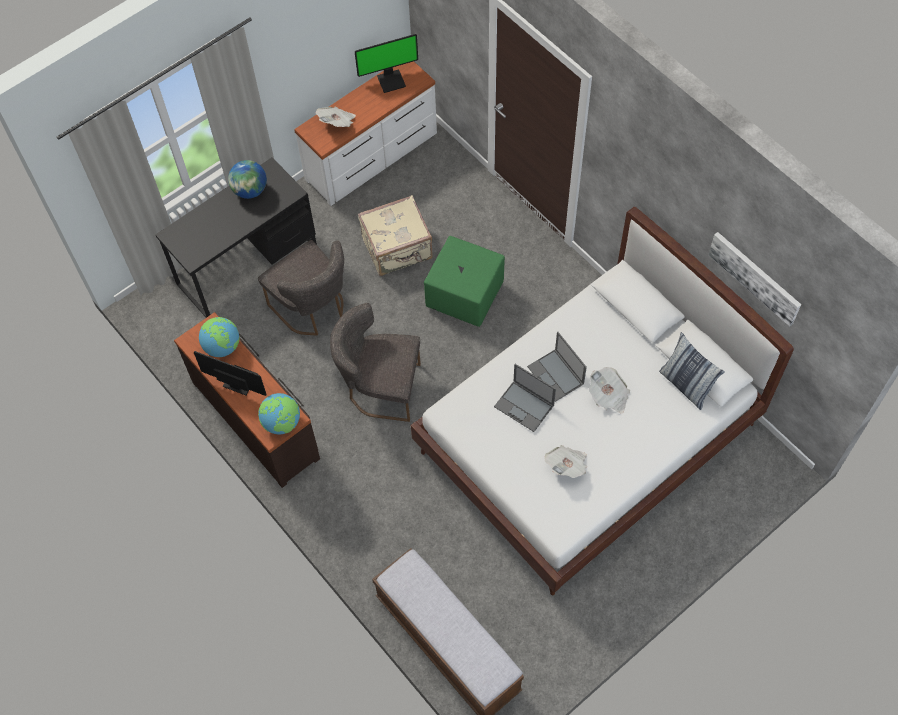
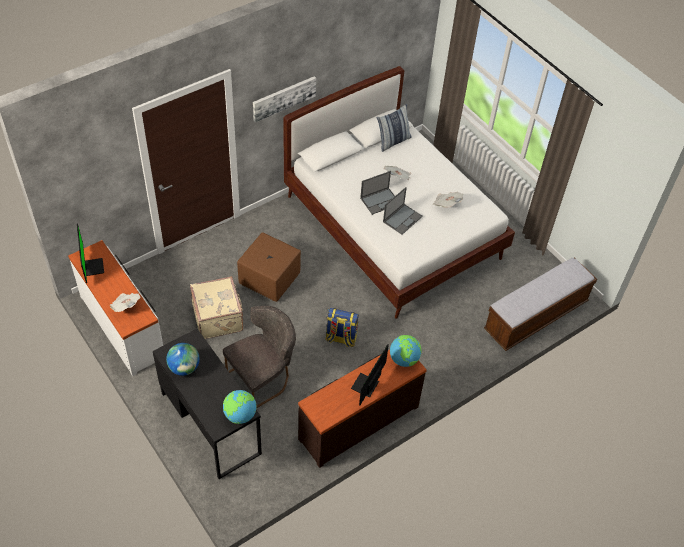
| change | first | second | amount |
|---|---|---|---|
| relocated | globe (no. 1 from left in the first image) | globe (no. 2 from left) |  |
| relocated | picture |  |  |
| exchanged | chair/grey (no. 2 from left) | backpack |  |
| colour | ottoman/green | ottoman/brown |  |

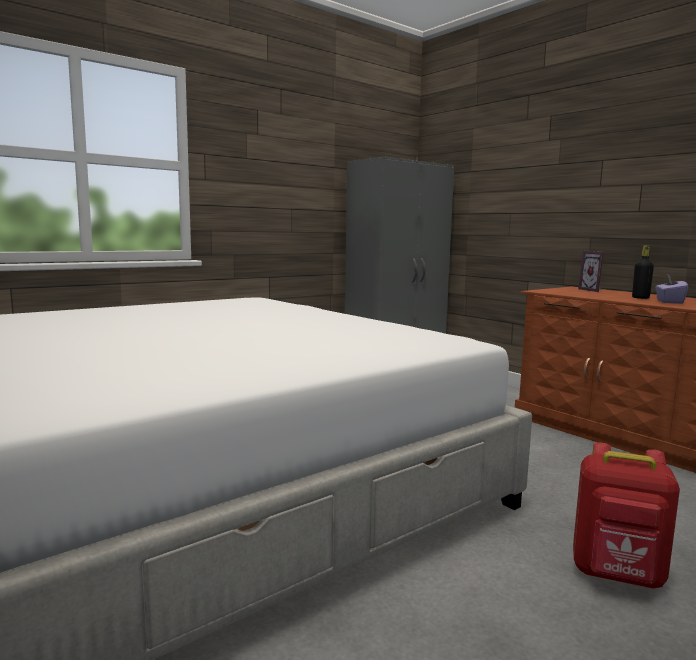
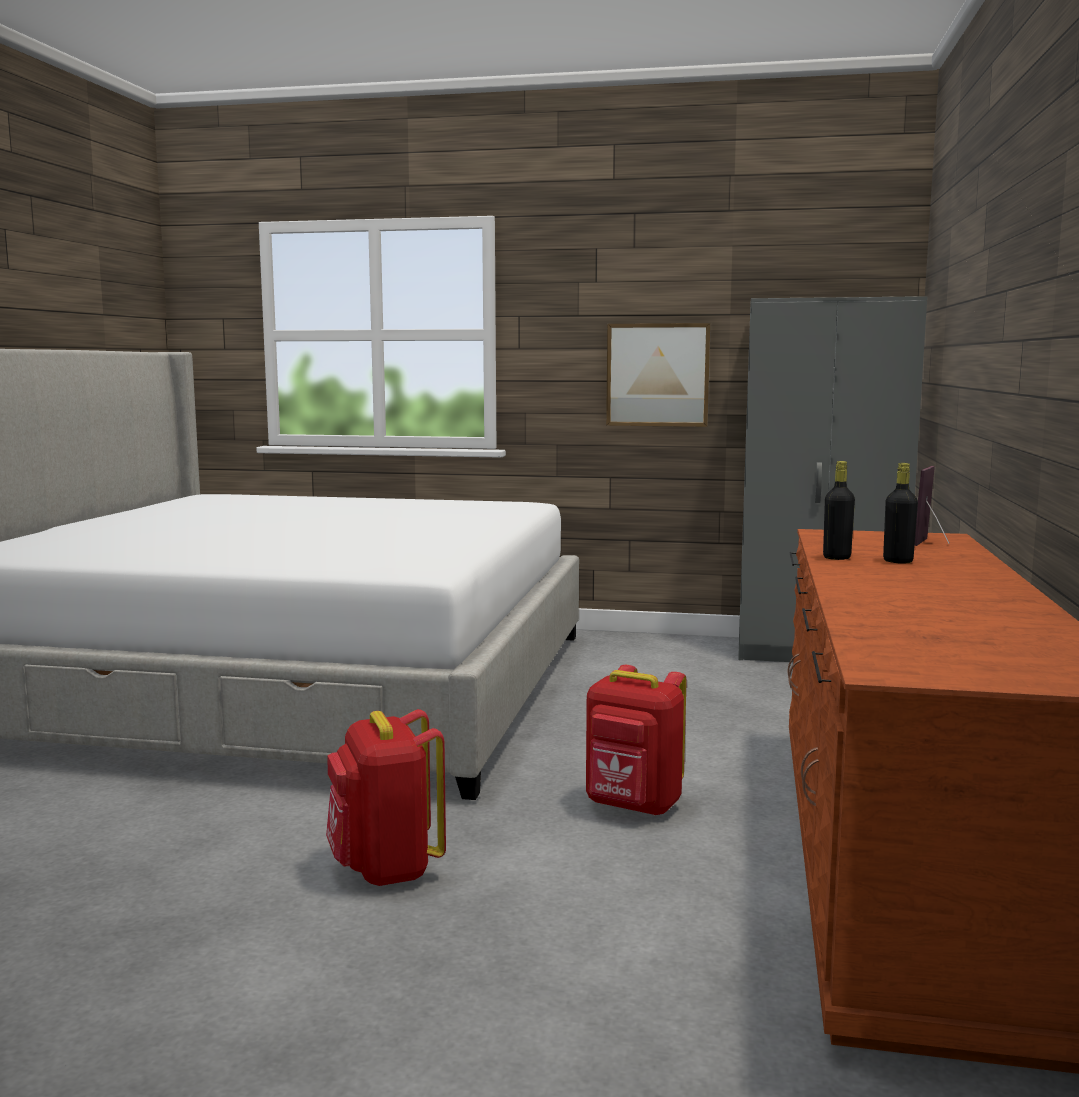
| change | first | second | amount |
|---|---|---|---|
| missing | tissue box/purple |  |  |
| appeared |  | backpack/red (no. 2 from left) |  |
| appeared |  | picture |  |
| appeared |  | bottle/black (no. 1 from left) |  |

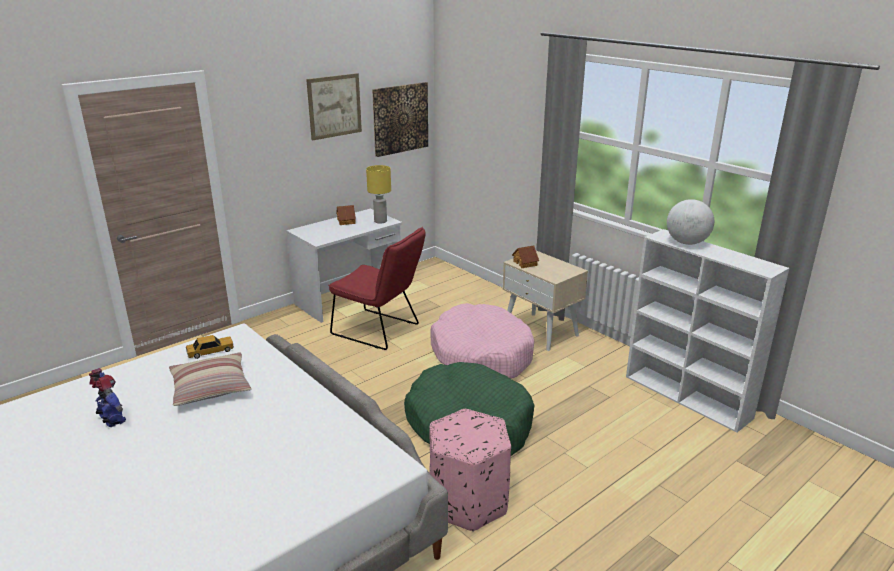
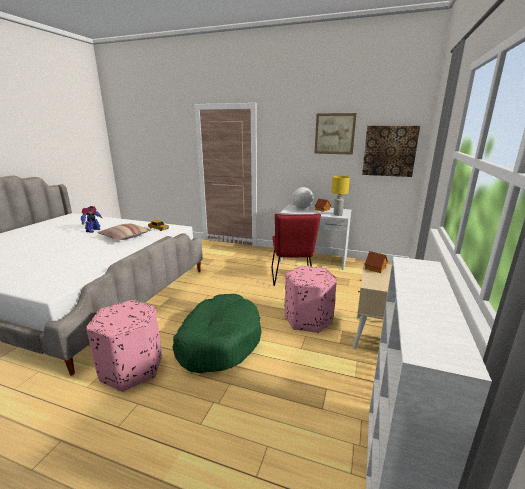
| change | first | second | amount |
|---|---|---|---|
| relocated | globe |  |  |
| exchanged | dog bed/pink | ottoman/pink (no. 2 from left) |  |

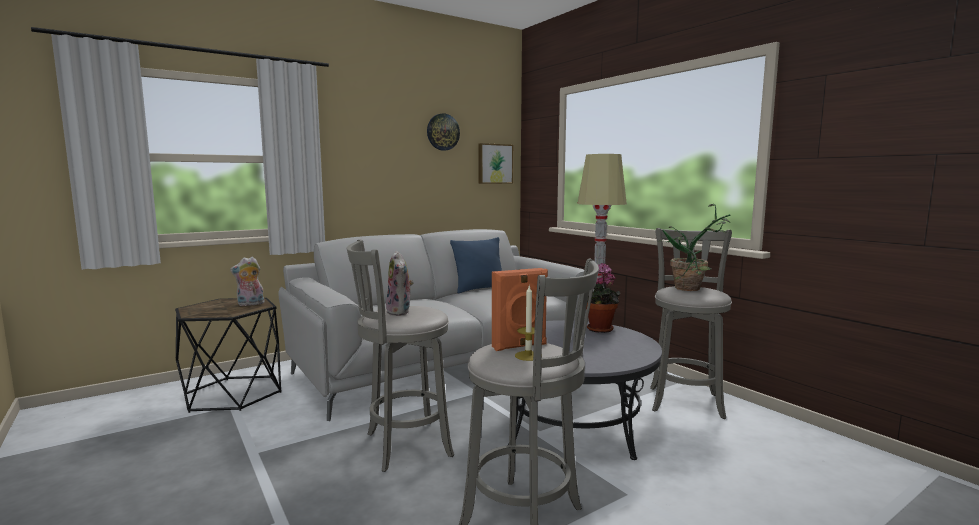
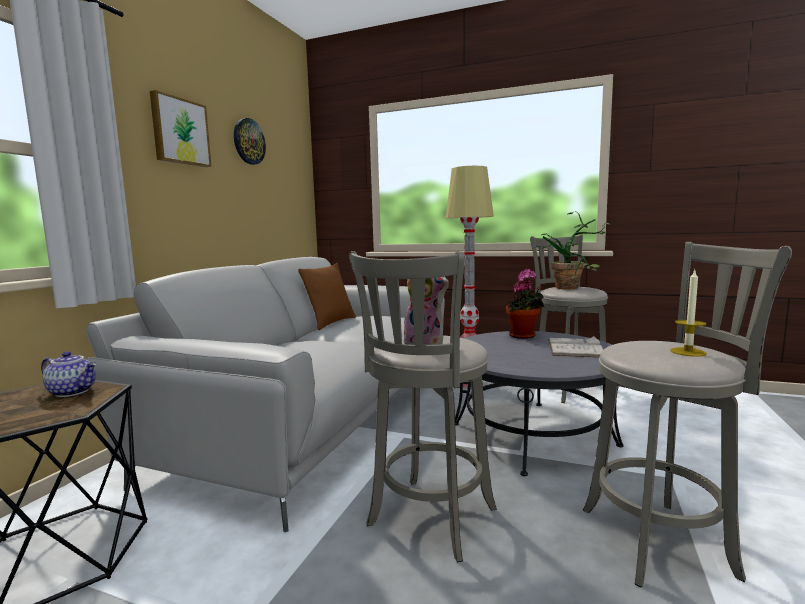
| change | first | second | amount |
|---|---|---|---|
| missing | speaker/orange |  |  |
| appeared |  | book/white |  |
| relocated | picture |  |  |
| exchanged | plush toy (no. 1 from left) | teapot |  |
| colour | pillow/blue | pillow/brown |  |

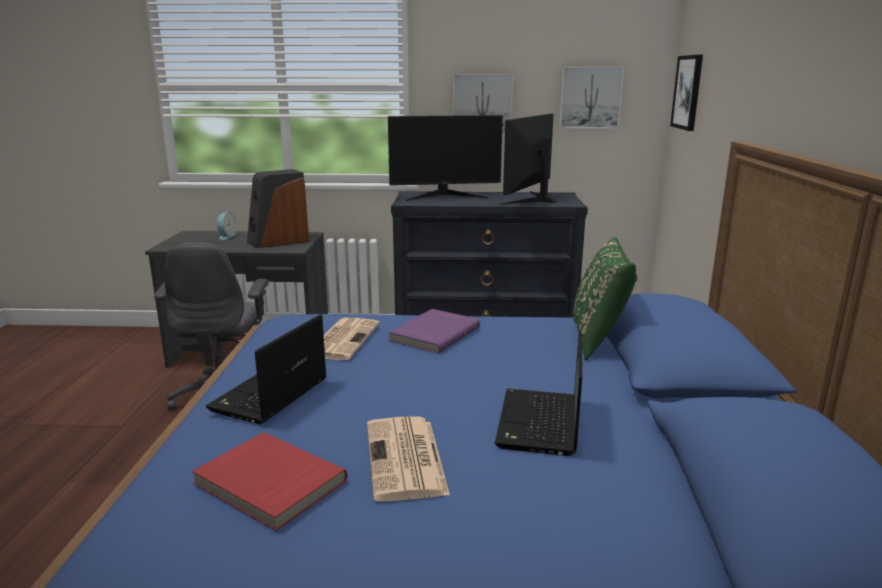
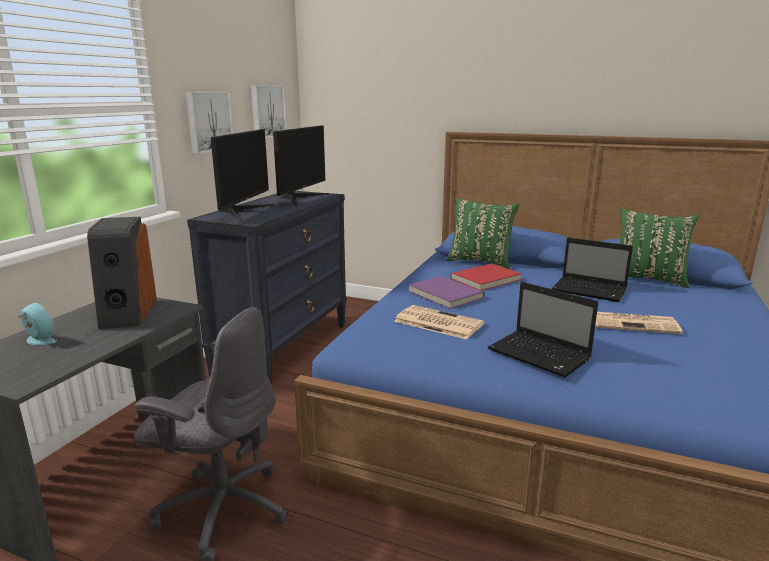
| change | first | second | amount |
|---|---|---|---|
| missing | picture (no. 3 from left) |  |  |
| appeared |  | pillow/green (no. 2 from left) |  |
| relocated | book/red |  |  |
| spun | monitor (no. 2 from left) |  | 120 degrees counterclockwise |

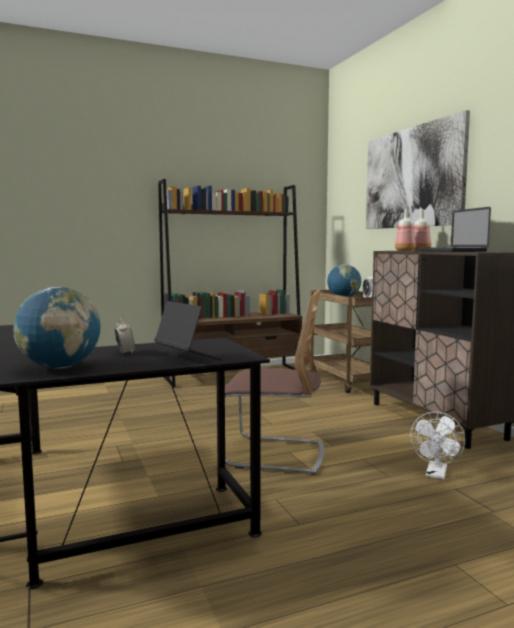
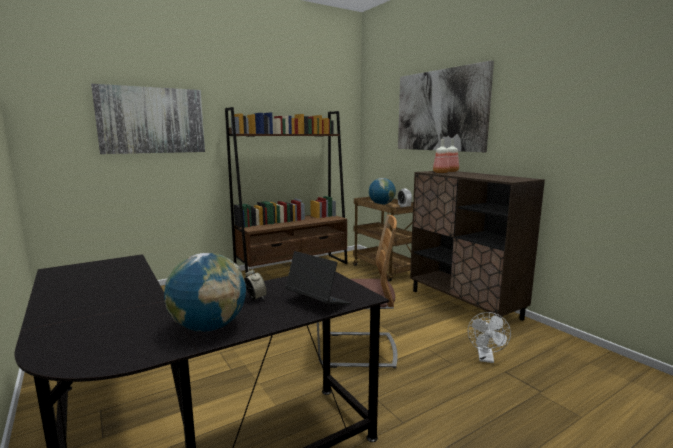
| change | first | second | amount |
|---|---|---|---|
| missing | laptop (no. 2 from left) |  |  |
| appeared |  | picture (no. 1 from left) |  |

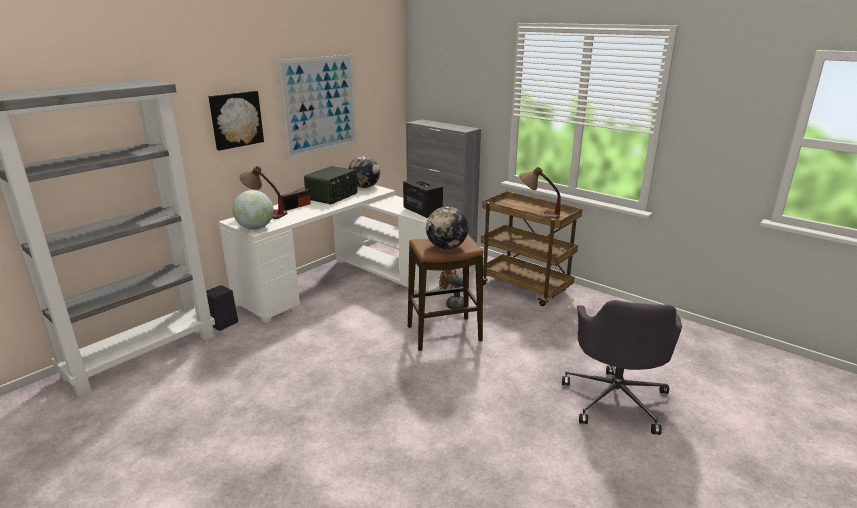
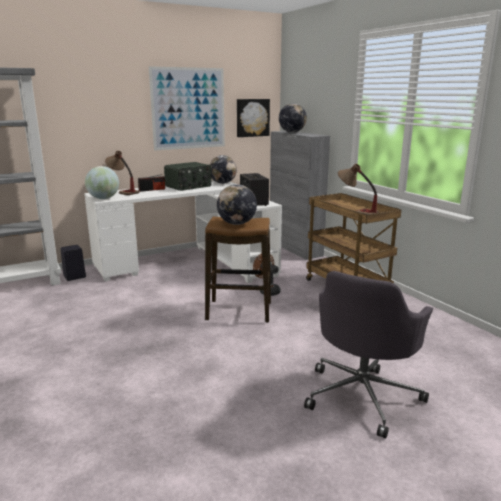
| change | first | second | amount |
|---|---|---|---|
| appeared |  | globe (no. 4 from left) |  |
| relocated | picture (no. 1 from left in the first image) | picture (no. 2 from left) |  |

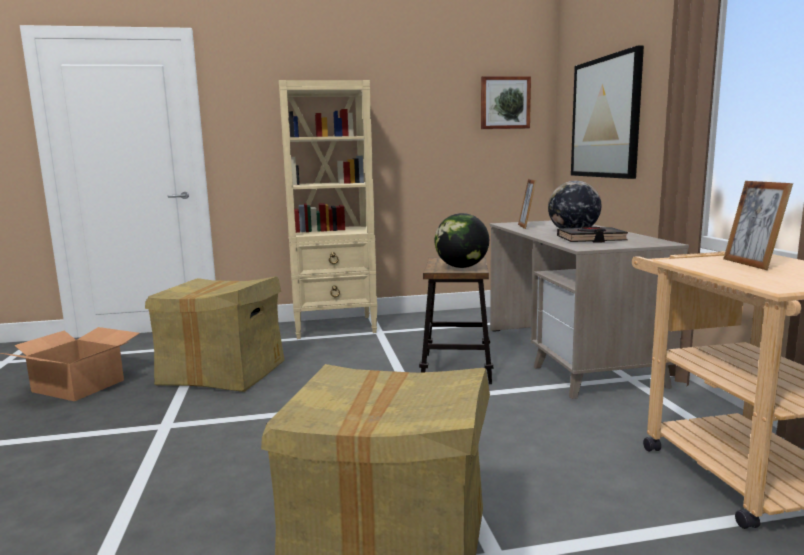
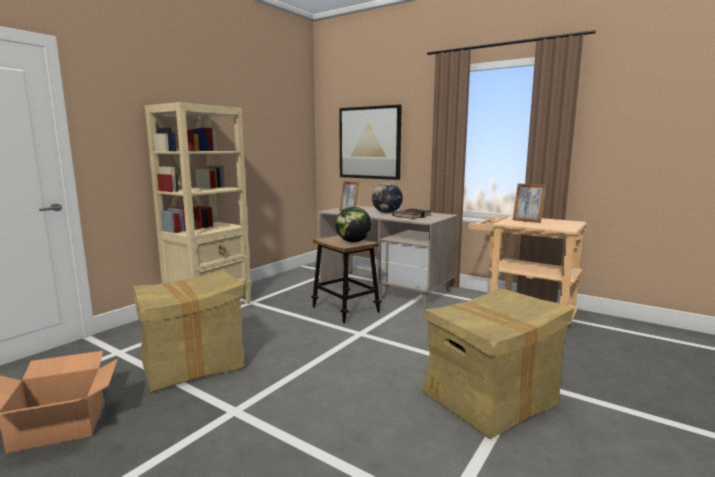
| change | first | second | amount |
|---|---|---|---|
| missing | picture (no. 1 from left) |  |  |

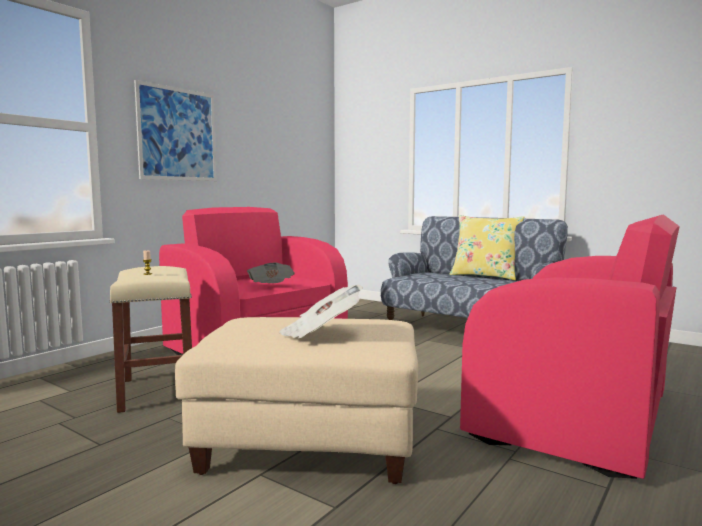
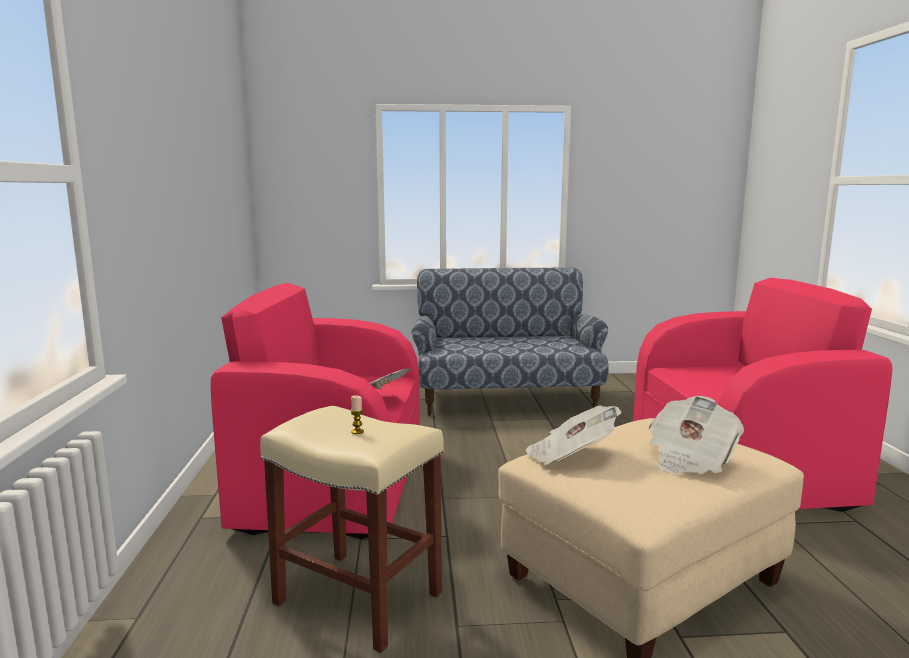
| change | first | second | amount |
|---|---|---|---|
| missing | picture |  |  |
| missing | pillow/yellow |  |  |
| appeared |  | newspaper (no. 2 from left) |  |

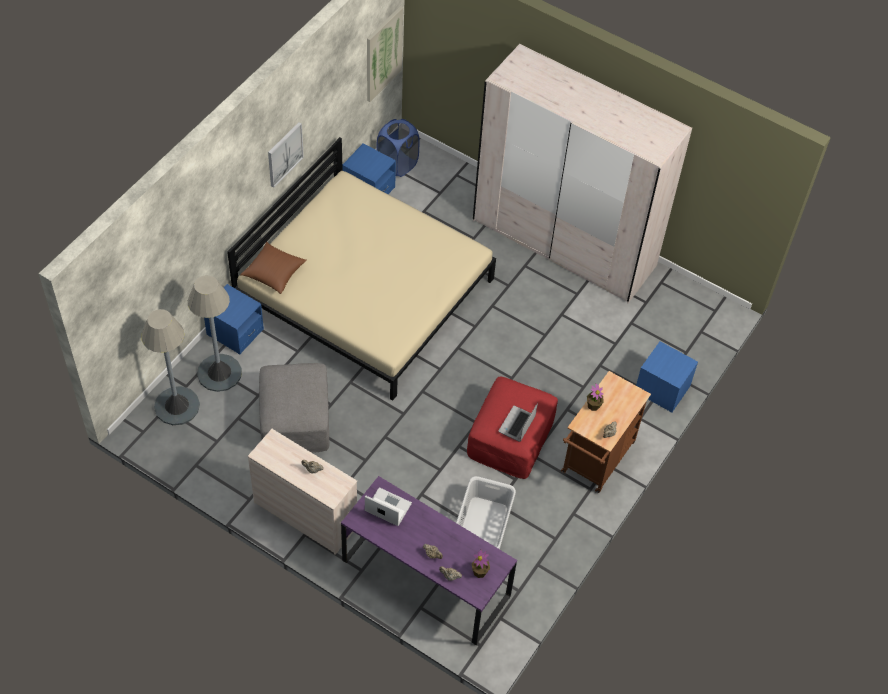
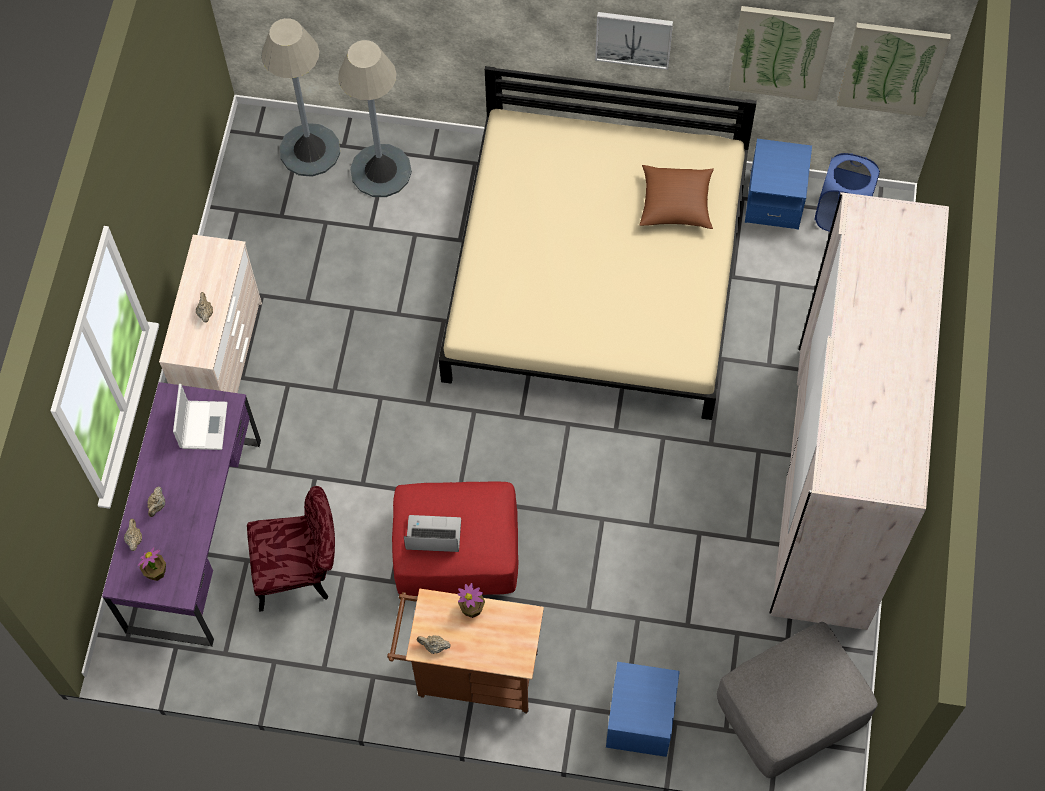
| change | first | second | amount |
|---|---|---|---|
| missing | nightstand/blue (no. 1 from left) |  |  |
| appeared |  | picture (no. 2 from left) |  |
| relocated | pillow/brown |  |  |
| relocated | ottoman/grey |  |  |
| exchanged | laundry basket/grey | chair/red |  |

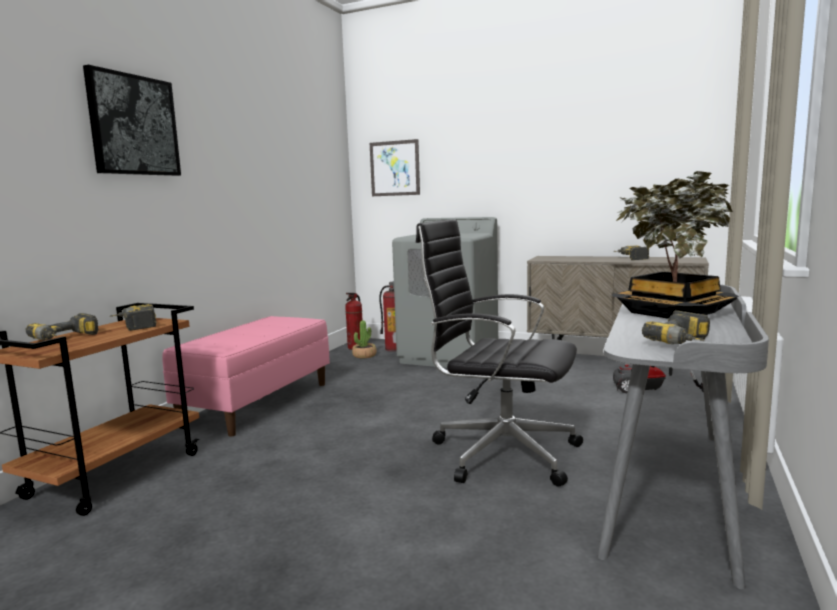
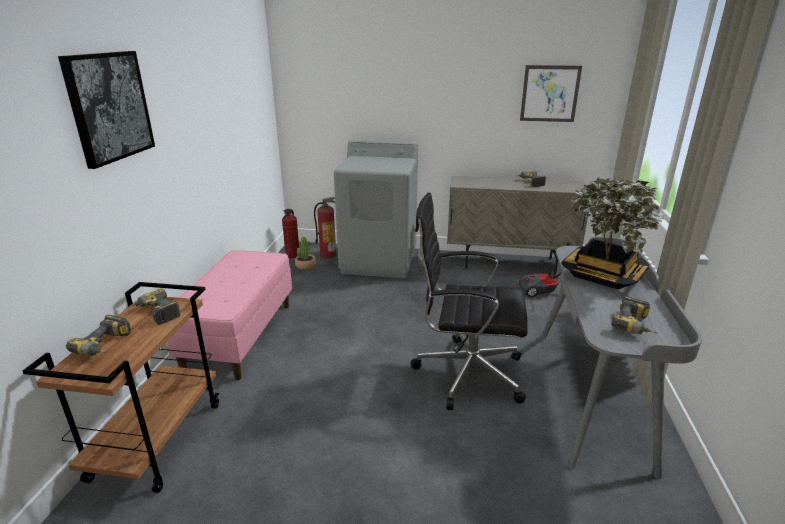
| change | first | second | amount |
|---|---|---|---|
| relocated | picture (no. 2 from left) |  |  |

